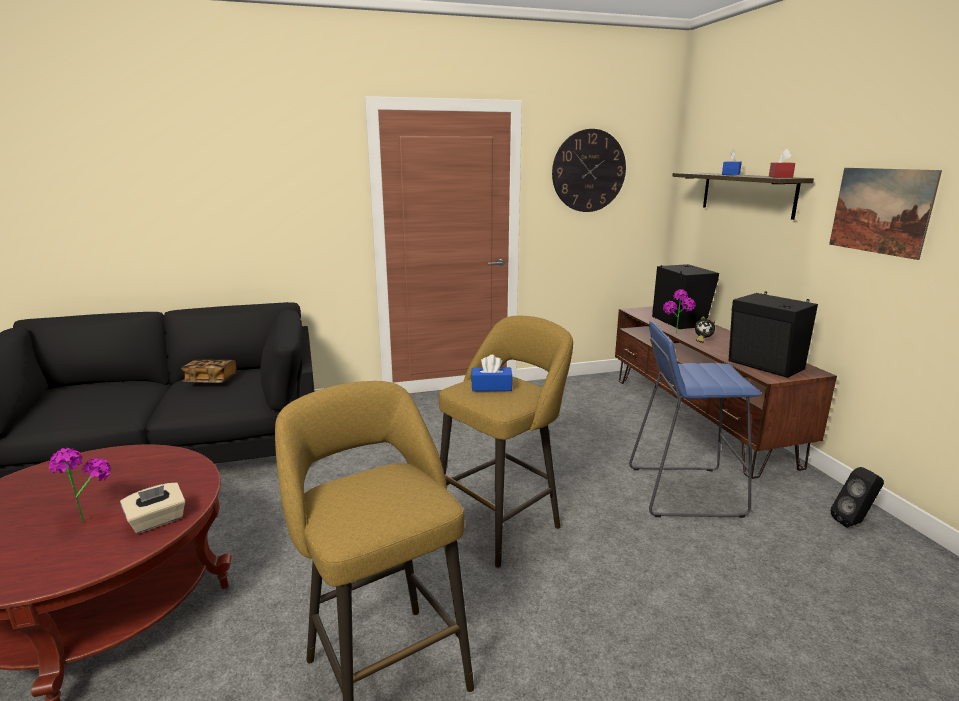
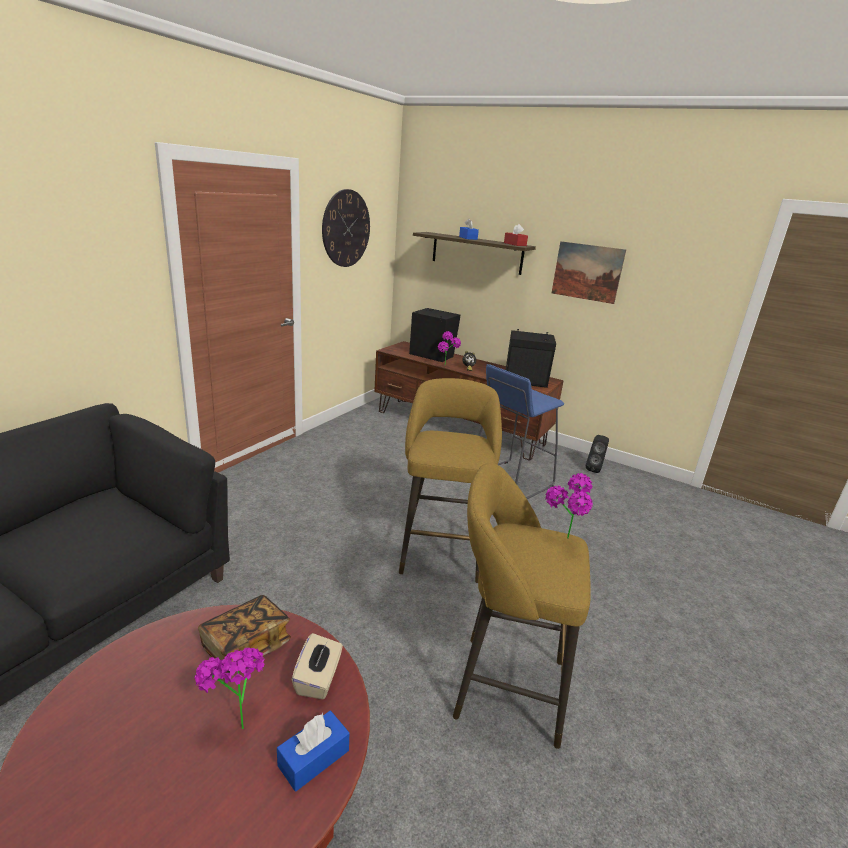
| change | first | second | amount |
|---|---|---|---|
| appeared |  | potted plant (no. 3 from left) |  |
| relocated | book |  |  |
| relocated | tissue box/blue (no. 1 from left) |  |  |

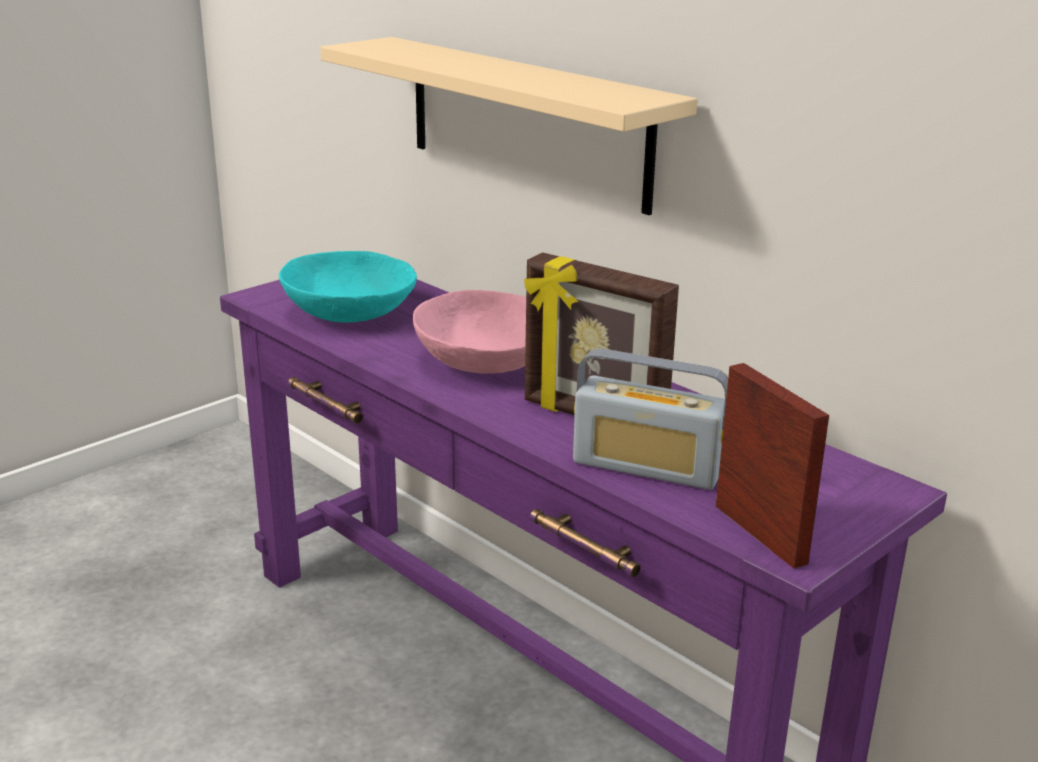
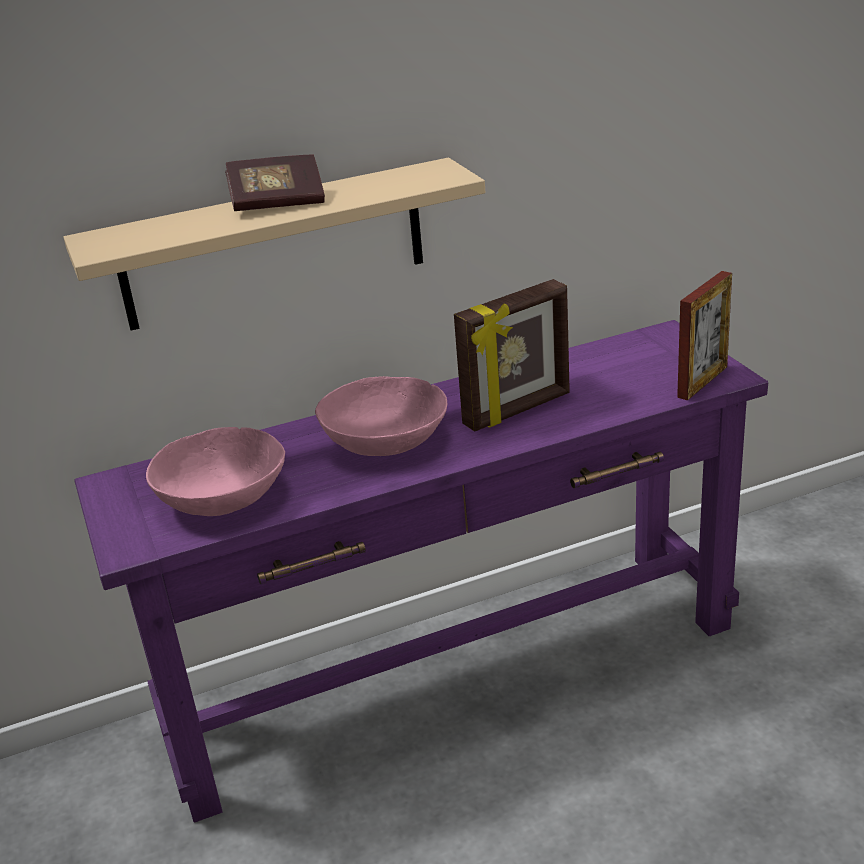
| change | first | second | amount |
|---|---|---|---|
| missing | radio |  |  |
| appeared |  | book |  |
| colour | bowl/turquoise | bowl/pink (no. 1 from left) |  |
| spun | picture frame (no. 2 from left) |  | 135 degrees clockwise |

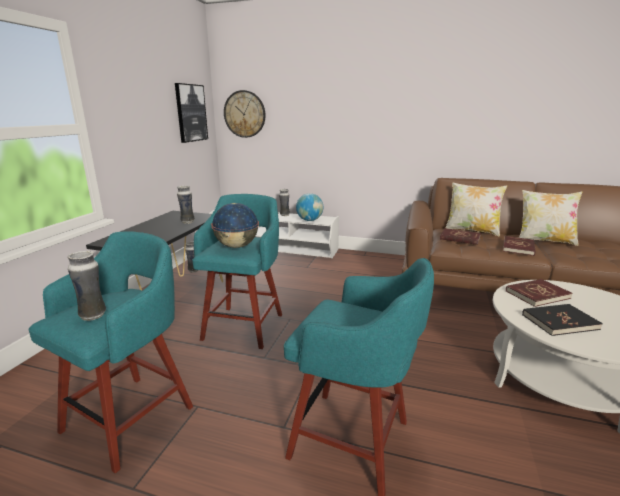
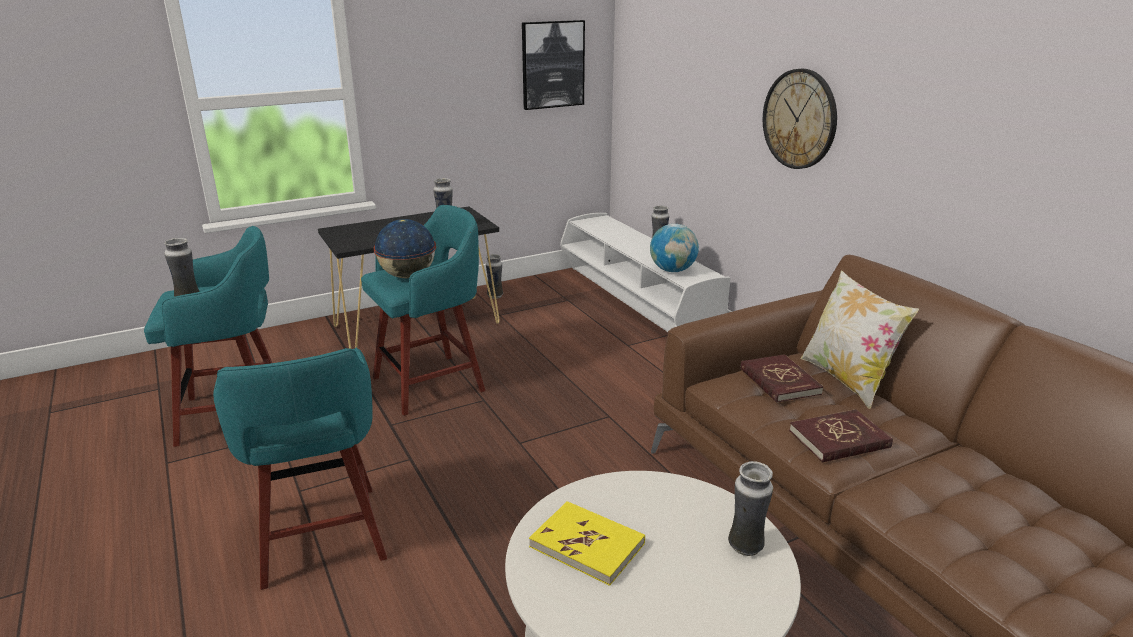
| change | first | second | amount |
|---|---|---|---|
| missing | book/red (no. 3 from left) |  |  |
| missing | pillow (no. 2 from left) |  |  |
| appeared |  | vase (no. 5 from left) |  |
| relocated | wall clock |  |  |
| colour | book/black | book/yellow |  |

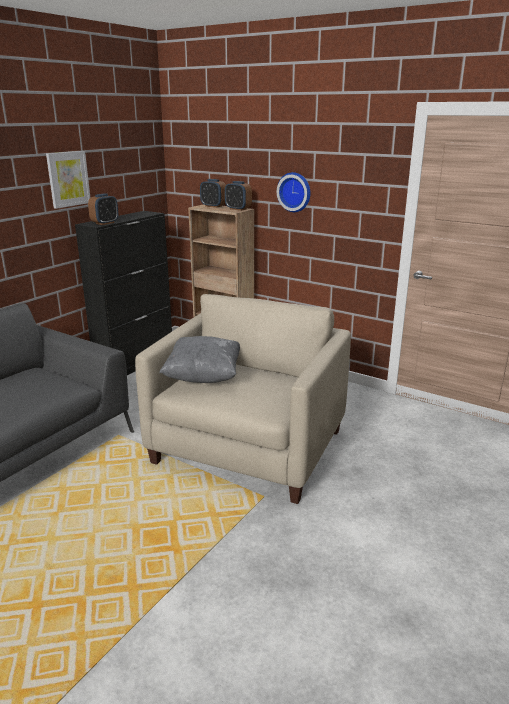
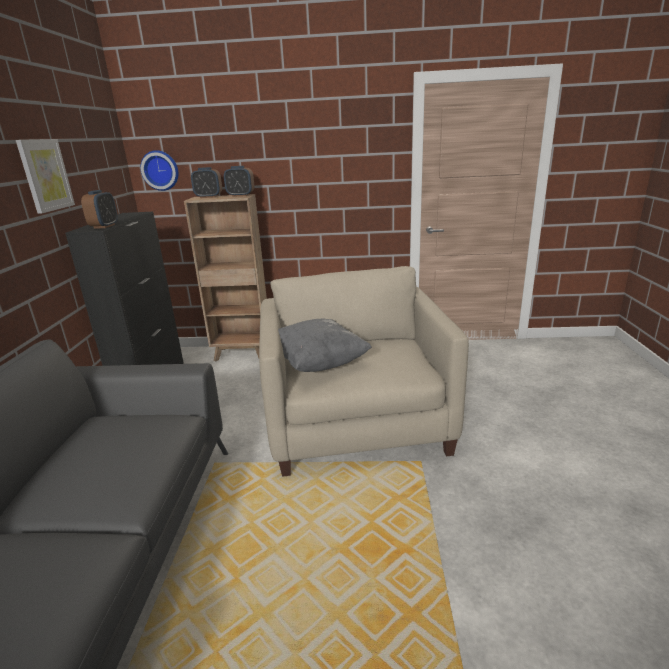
| change | first | second | amount |
|---|---|---|---|
| relocated | wall clock |  |  |

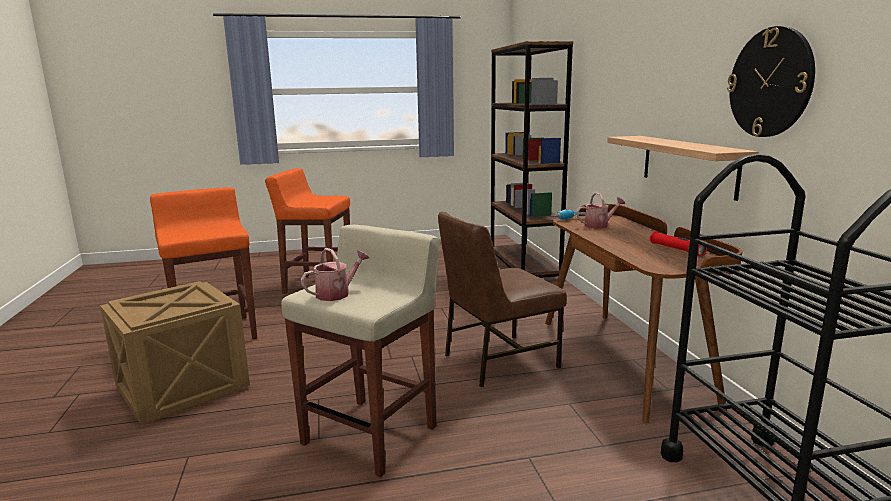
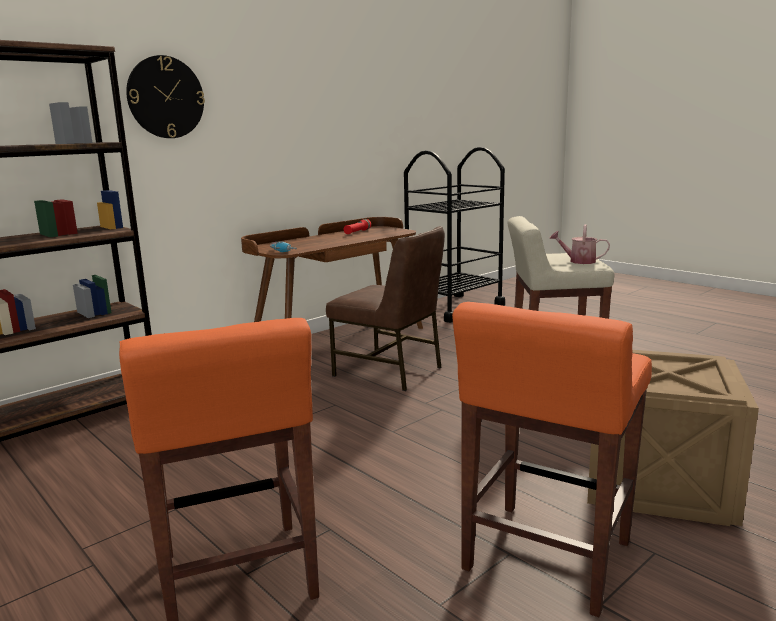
| change | first | second | amount |
|---|---|---|---|
| missing | watering can (no. 2 from left) |  |  |
| missing | shelf |  |  |
| relocated | wall clock |  |  |

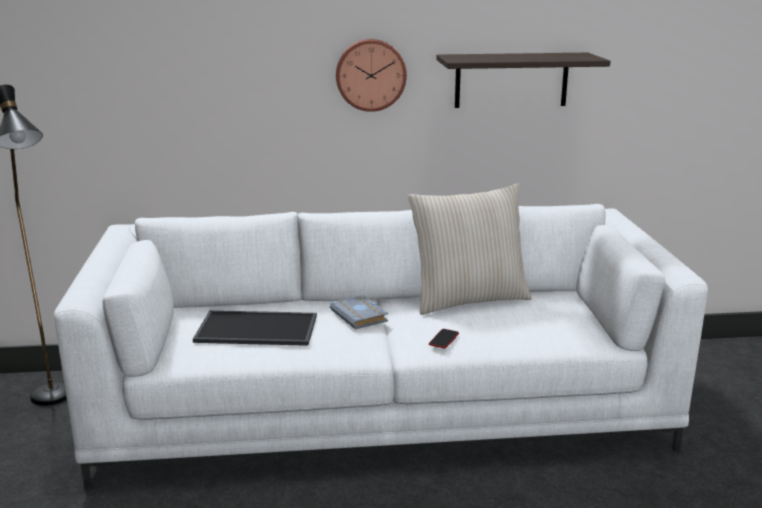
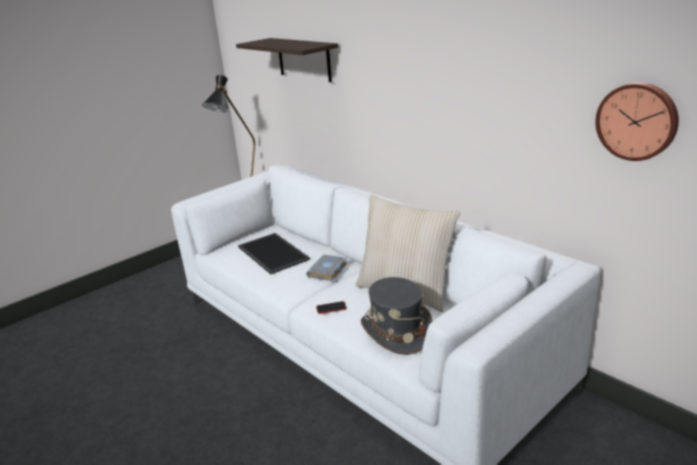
| change | first | second | amount |
|---|---|---|---|
| appeared |  | hat/grey |  |
| relocated | wall clock |  |  |
| relocated | shelf |  |  |

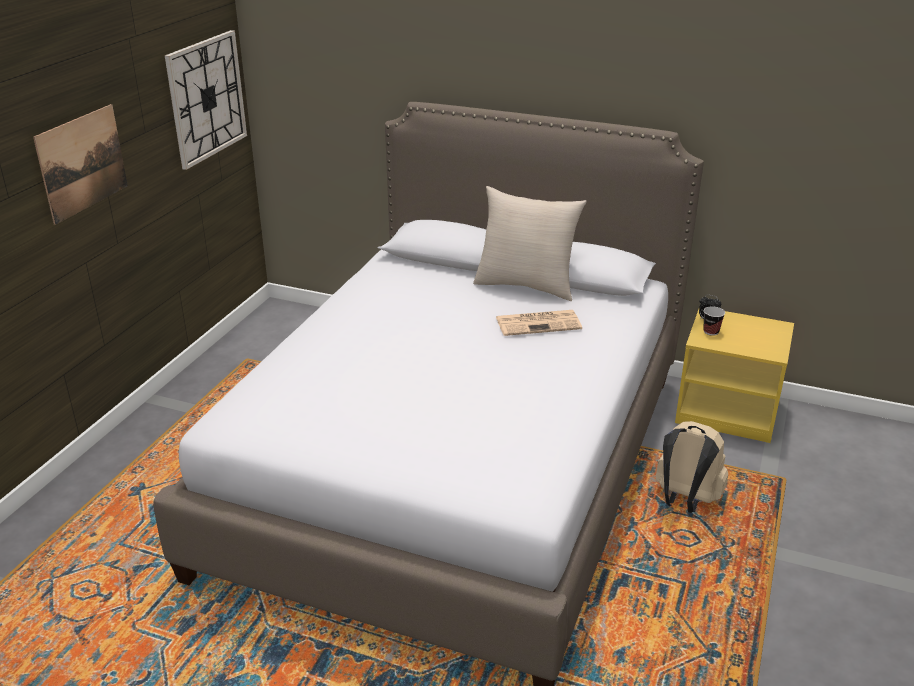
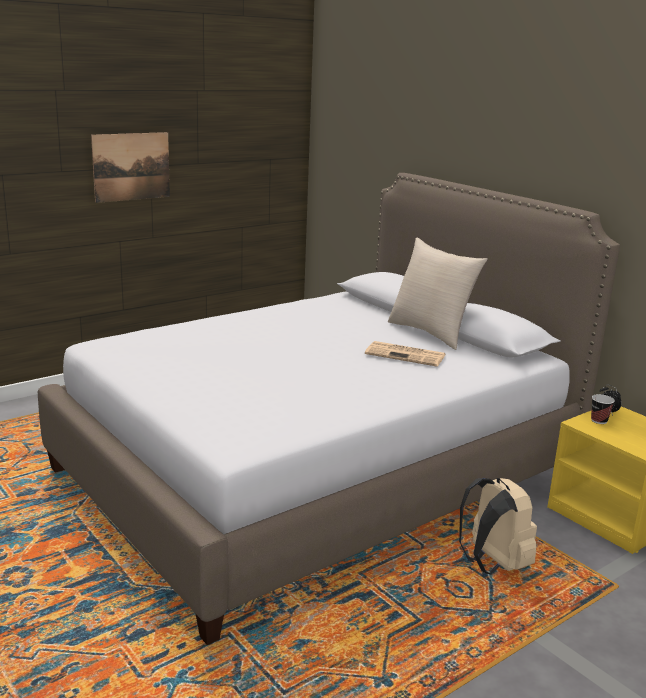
| change | first | second | amount |
|---|---|---|---|
| missing | wall clock |  |  |

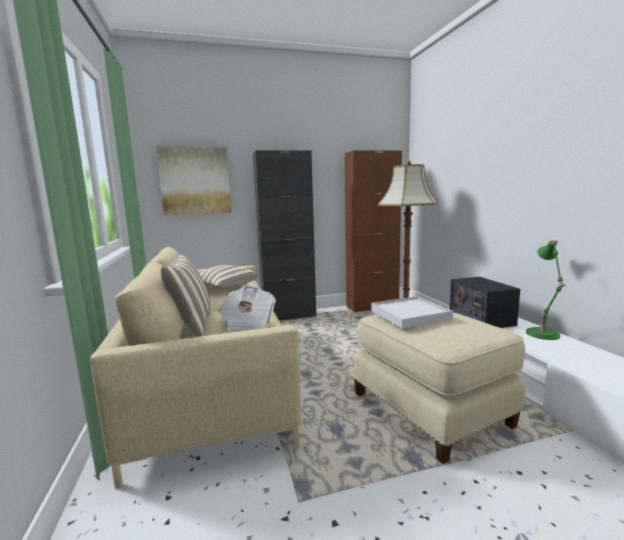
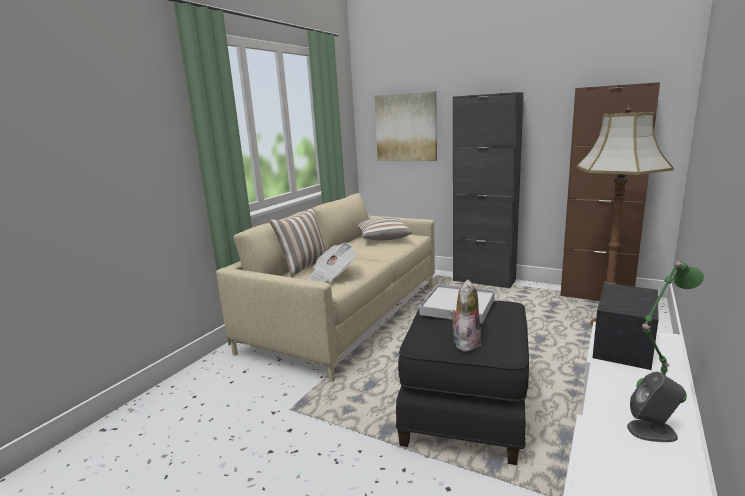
| change | first | second | amount |
|---|---|---|---|
| appeared |  | plush toy |  |
| appeared |  | speaker/grey |  |
| colour | ottoman/beige | ottoman/black |  |

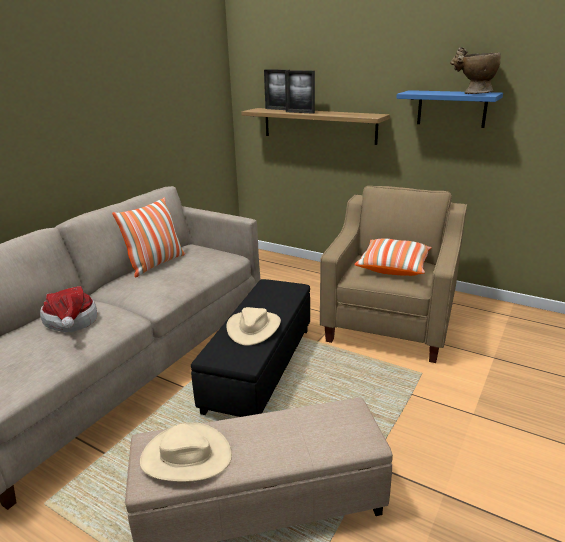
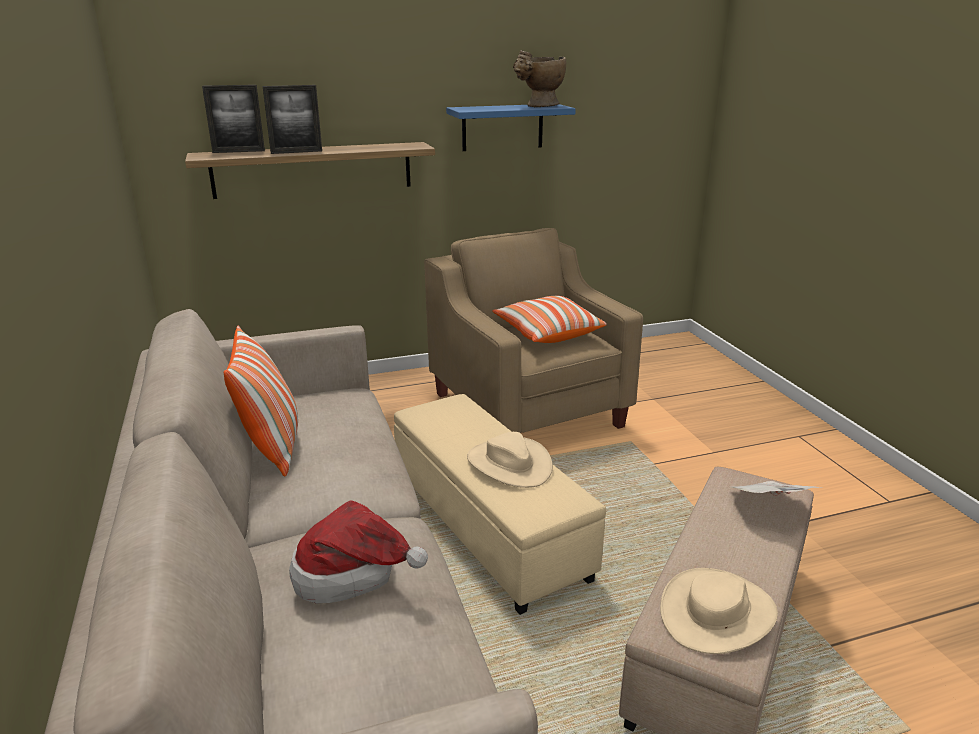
| change | first | second | amount |
|---|---|---|---|
| appeared |  | newspaper |  |
| colour | ottoman/black | ottoman/beige (no. 1 from left) |  |

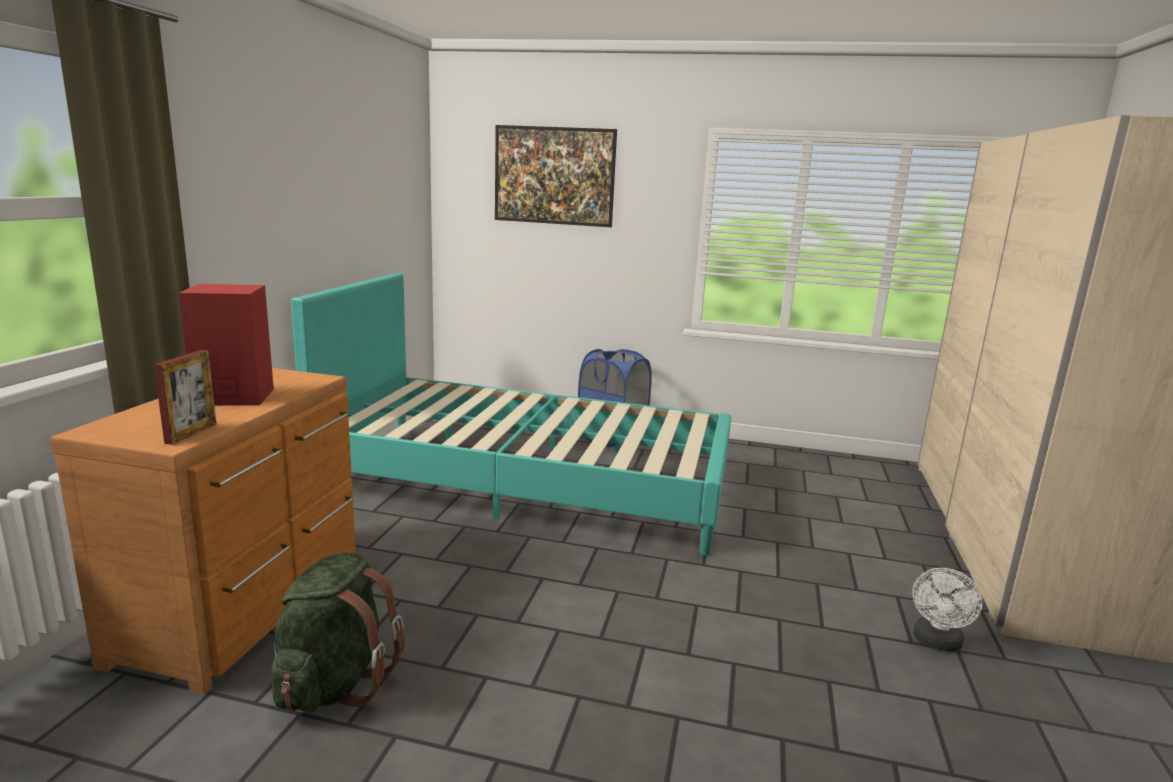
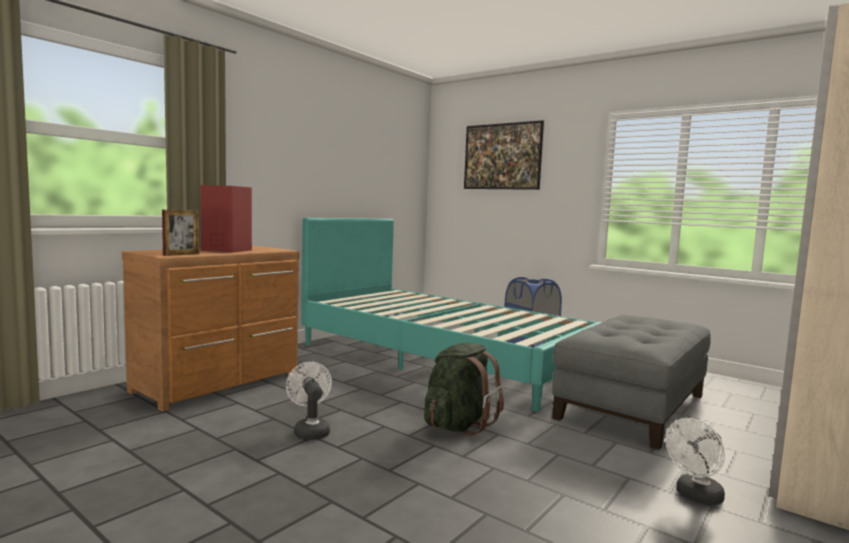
| change | first | second | amount |
|---|---|---|---|
| appeared |  | fan/white (no. 1 from left) |  |
| appeared |  | ottoman/grey |  |
| relocated | backpack/green |  |  |

